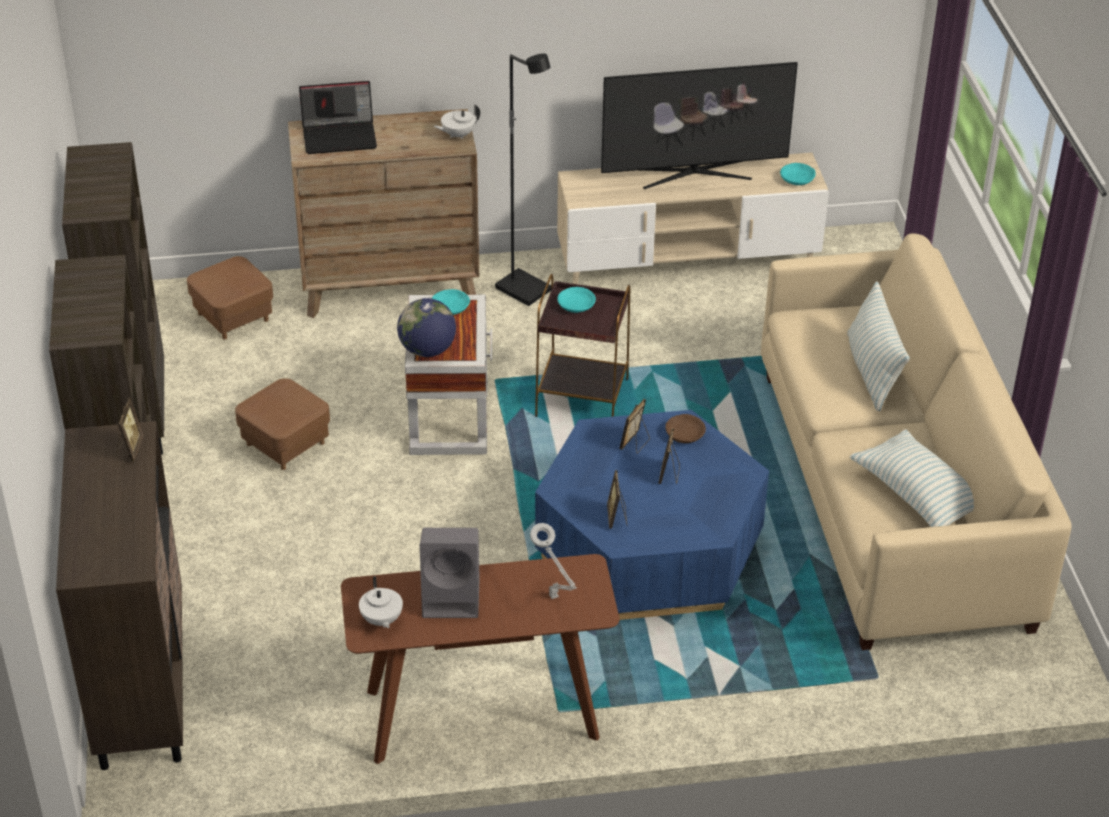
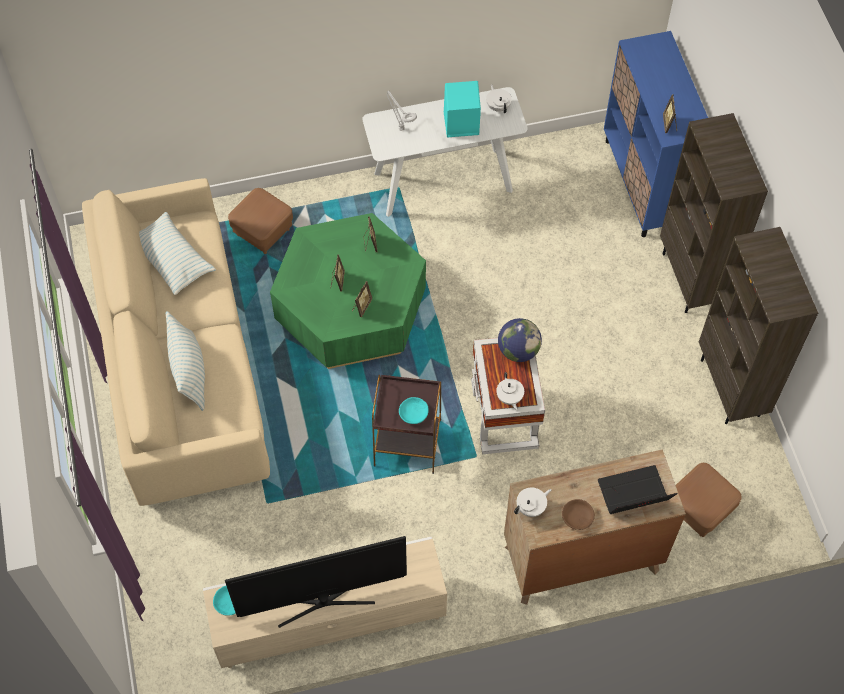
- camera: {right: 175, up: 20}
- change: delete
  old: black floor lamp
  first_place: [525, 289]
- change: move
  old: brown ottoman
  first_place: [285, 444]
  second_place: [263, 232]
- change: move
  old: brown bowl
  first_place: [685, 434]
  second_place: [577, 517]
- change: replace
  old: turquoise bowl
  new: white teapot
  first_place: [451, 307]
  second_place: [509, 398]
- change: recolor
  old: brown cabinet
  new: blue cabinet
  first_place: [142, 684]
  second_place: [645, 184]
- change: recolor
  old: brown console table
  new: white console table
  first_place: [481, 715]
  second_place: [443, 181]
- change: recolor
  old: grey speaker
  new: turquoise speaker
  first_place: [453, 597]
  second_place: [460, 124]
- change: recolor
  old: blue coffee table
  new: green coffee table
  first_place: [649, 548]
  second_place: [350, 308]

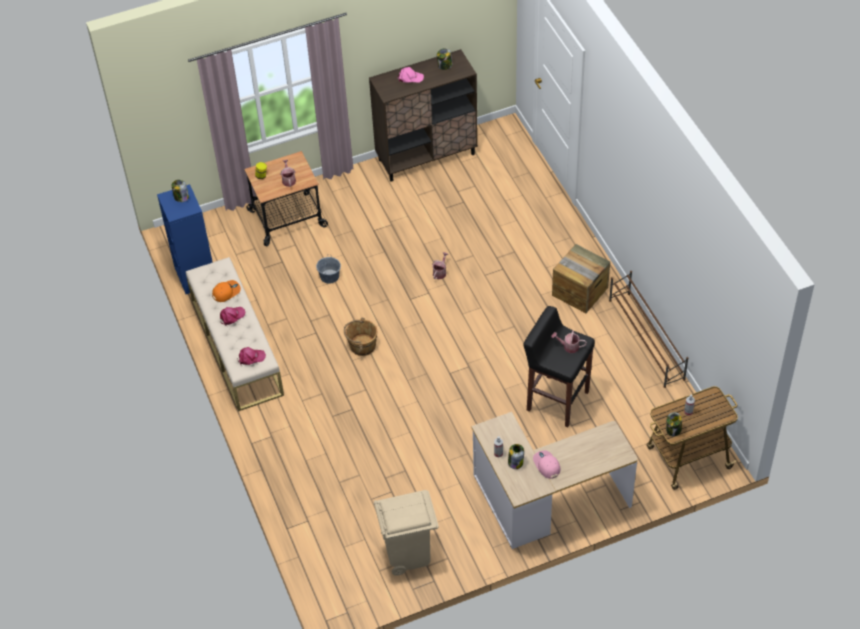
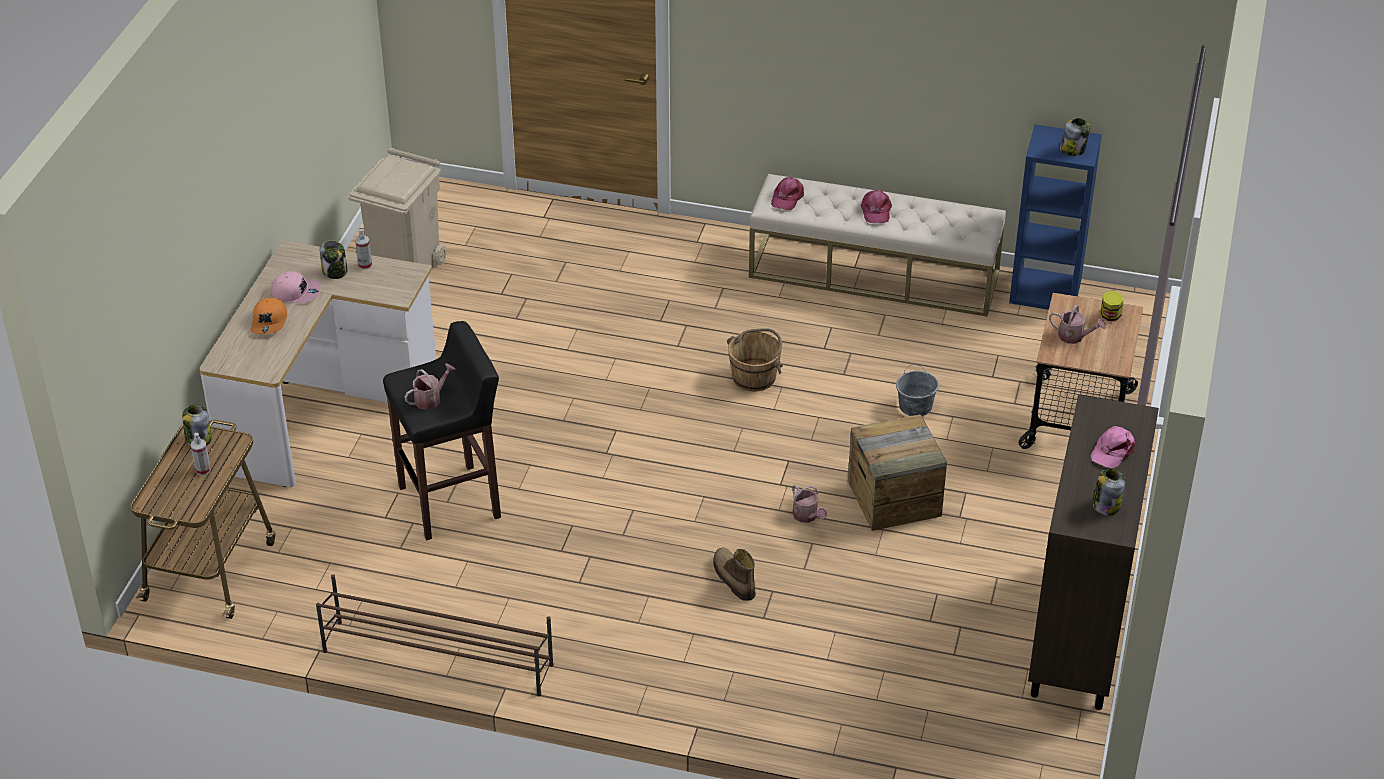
- camera: {right: 125, up: -10}
- change: insert
  new: boot
  second_place: [733, 579]
- change: move
  old: orange cap
  first_place: [226, 292]
  second_place: [270, 322]
- change: move
  old: crate
  first_place: [580, 291]
  second_place: [894, 498]

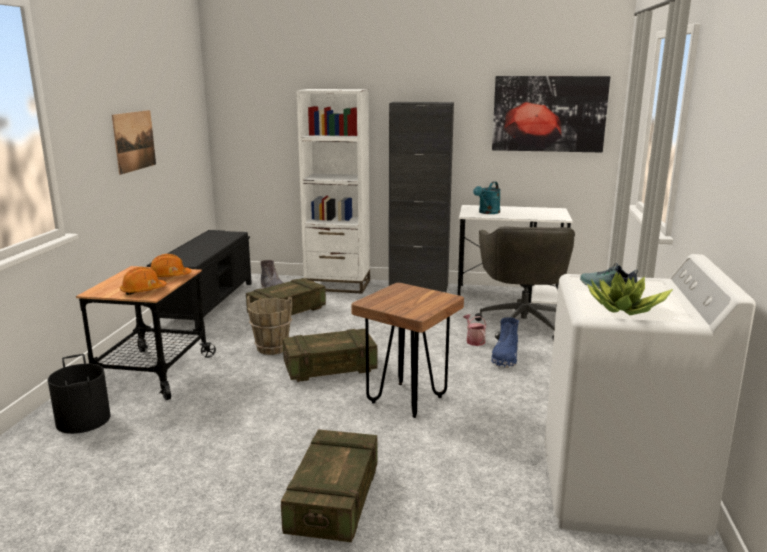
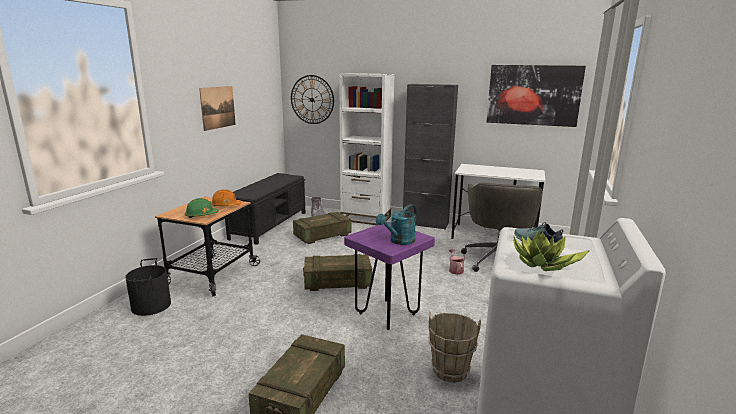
- camera: {right: 10, up: 0}
- change: delete
  old: blue boot
  first_place: [505, 358]
- change: insert
  new: wall clock
  second_place: [312, 99]
- change: move
  old: brown bucket
  first_place: [272, 348]
  second_place: [450, 371]
- change: move
  old: turquoise watering can
  first_place: [487, 212]
  second_place: [399, 241]
- change: recolor
  old: orange hard hat
  new: green hard hat
  first_place: [143, 291]
  second_place: [201, 215]
- change: recolor
  old: brown stool
  new: purple stool
  first_place: [407, 400]
  second_place: [387, 314]

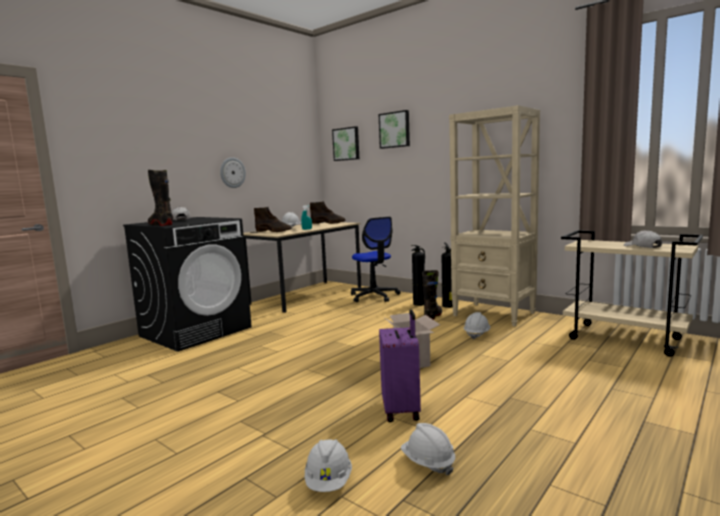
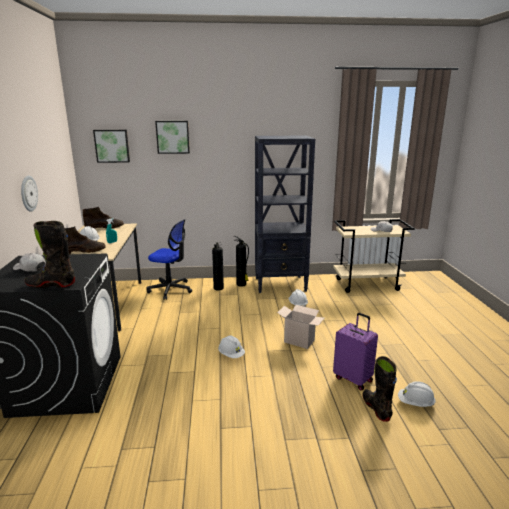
- camera: {right: -45, up: 10}
- change: move
  old: white hard hat
  first_place: [329, 482]
  second_place: [231, 355]
- change: move
  old: black boot
  first_place: [433, 316]
  second_place: [376, 408]
- change: recolor
  old: beige bookcase
  new: black bookcase
  first_place: [494, 314]
  second_place: [281, 284]

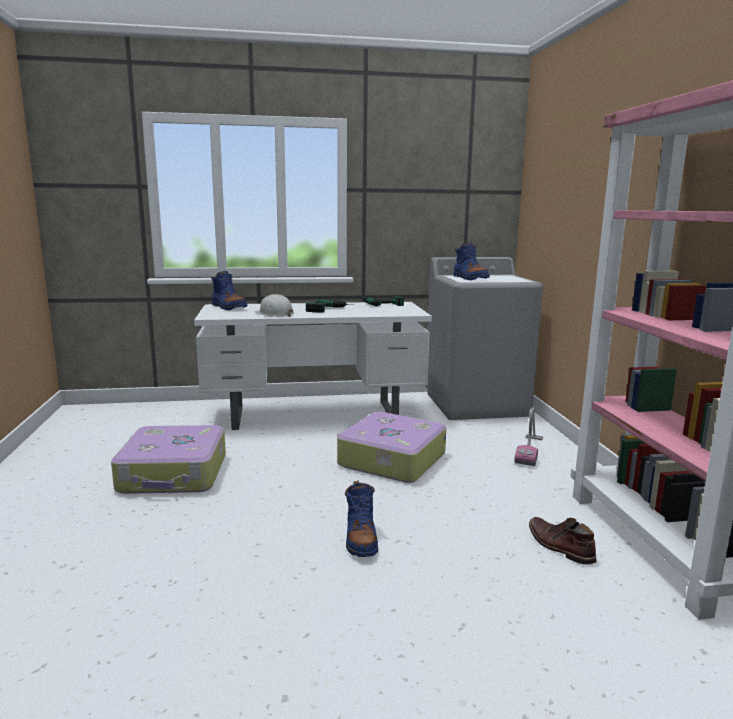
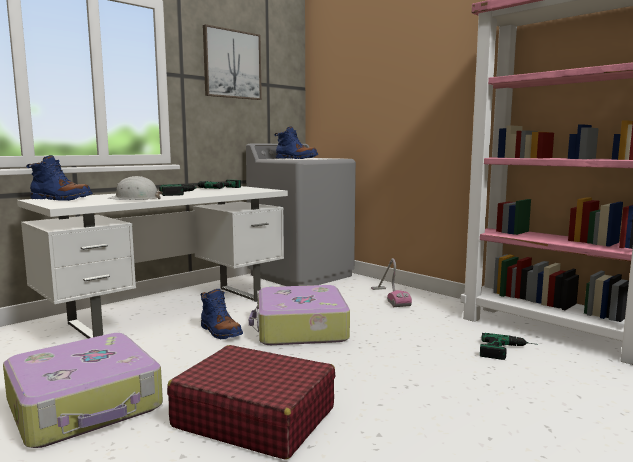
- camera: {right: -35, up: -5}
- change: insert
  new: red suitcase
  second_place: [254, 417]
- change: insert
  new: picture
  second_place: [232, 64]
- change: move
  old: blue boot
  first_place: [360, 539]
  second_place: [220, 332]
- change: replace
  old: brown boot
  new: power drill
  first_place: [559, 546]
  second_place: [508, 351]

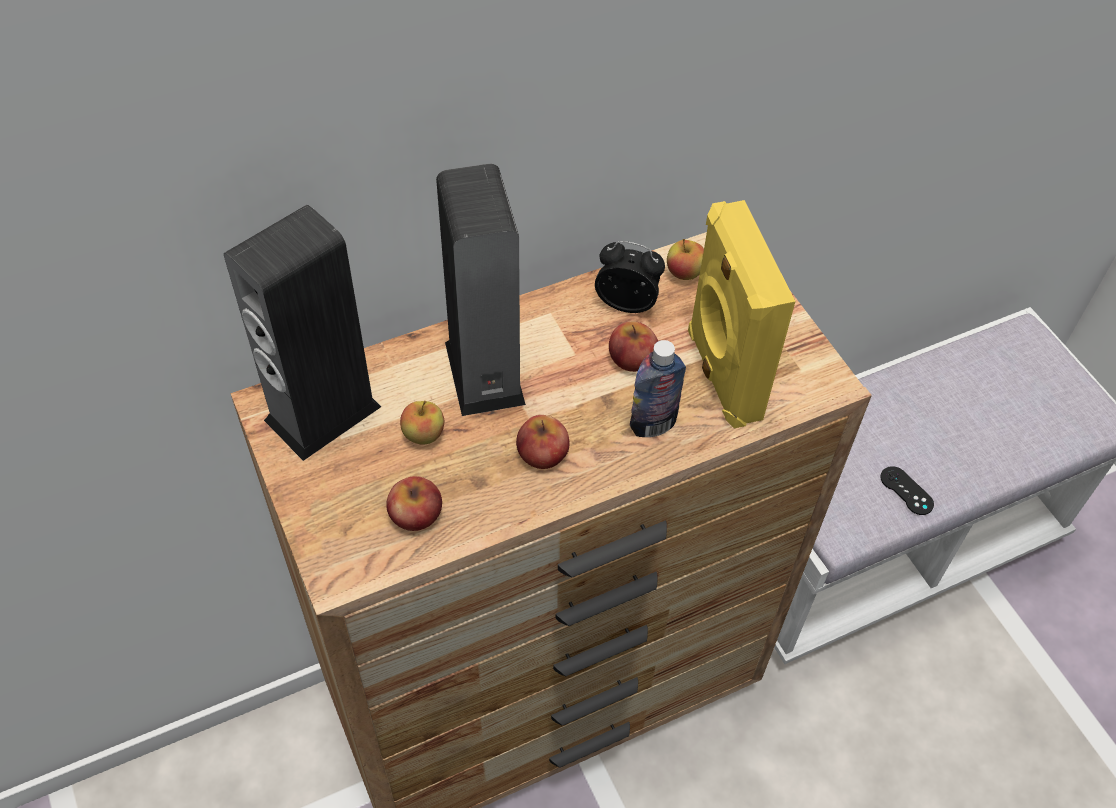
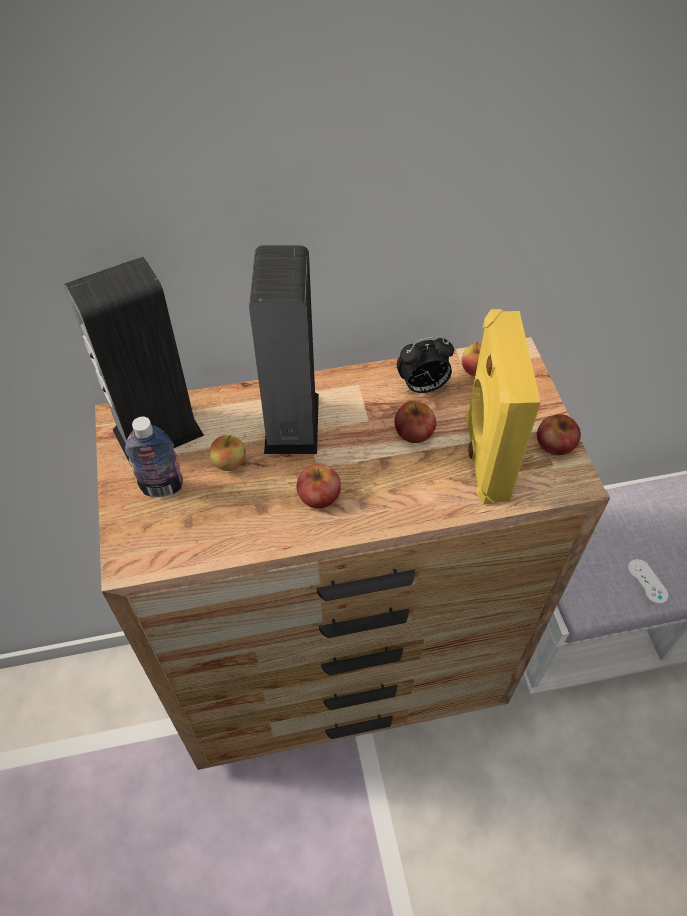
- camera: {right: 15, up: 0}
- change: move
  old: apple
  first_place: [415, 514]
  second_place: [555, 444]
- change: move
  old: bottle
  first_place: [653, 424]
  second_place: [162, 487]
- change: recolor
  old: black game controller
  new: white game controller
  first_place: [906, 491]
  second_place: [647, 581]
- change: rotate
  old: alarm clock
  first_place: [627, 303]
  second_place: [422, 387]
  degrees: 135

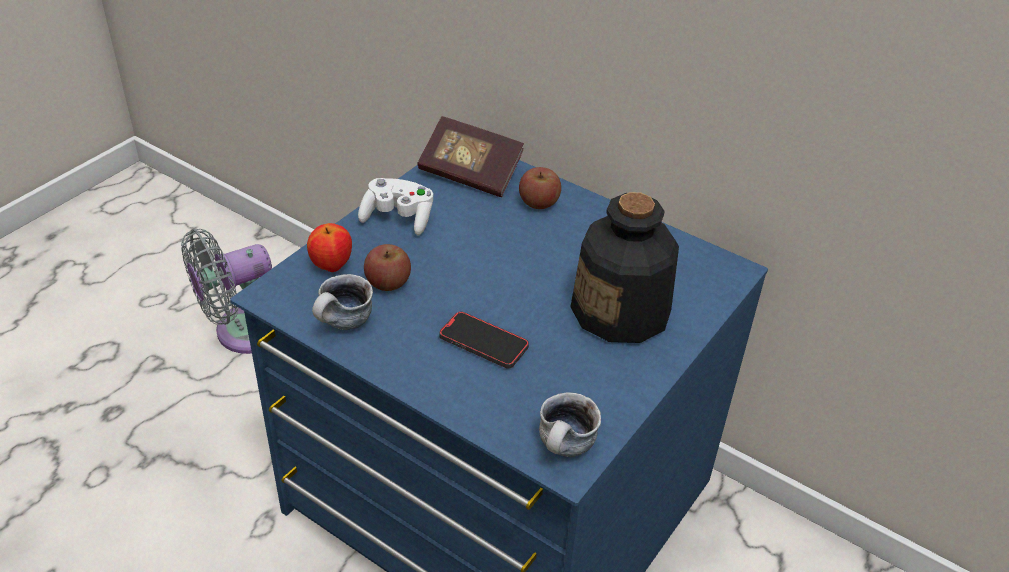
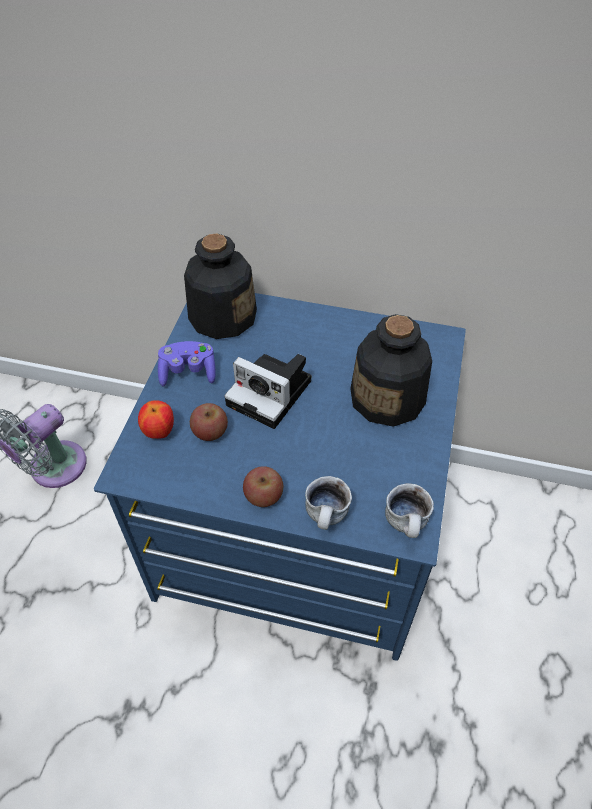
- camera: {right: -20, up: 10}
- change: delete
  old: phone
  first_place: [483, 342]
- change: insert
  new: photo camera
  second_place: [272, 393]
- change: move
  old: mug
  first_place: [343, 325]
  second_place: [327, 518]
- change: move
  old: apple
  first_place: [539, 202]
  second_place: [263, 495]
- change: replace
  old: book
  new: bottle
  first_place: [470, 173]
  second_place: [222, 316]
- change: recolor
  old: white game controller
  new: purple game controller
  first_place: [398, 218]
  second_place: [188, 372]

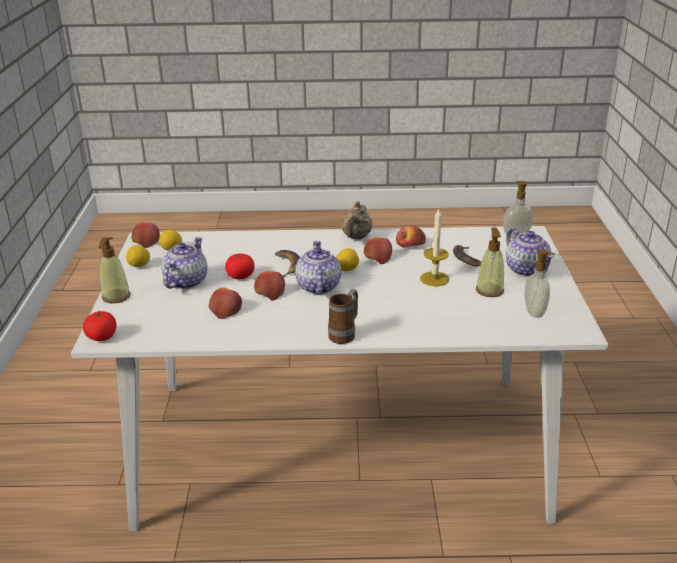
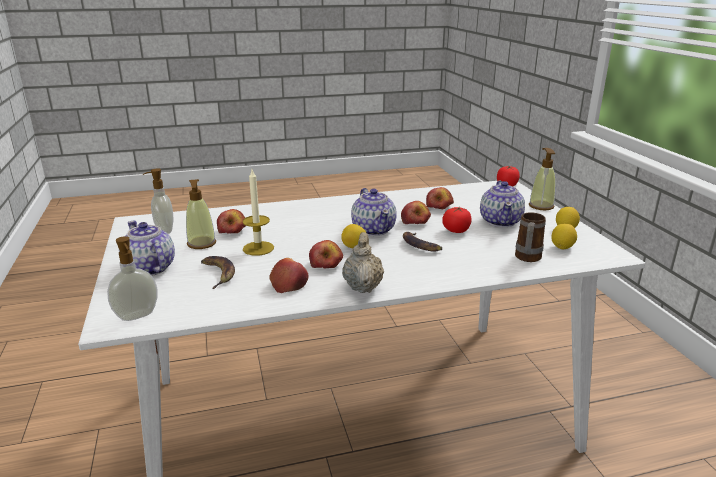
- camera: {right: 165, up: -5}
- change: move
  old: apple
  first_place: [146, 241]
  second_place: [233, 231]
- change: move
  old: mug
  first_place: [345, 334]
  second_place: [527, 259]

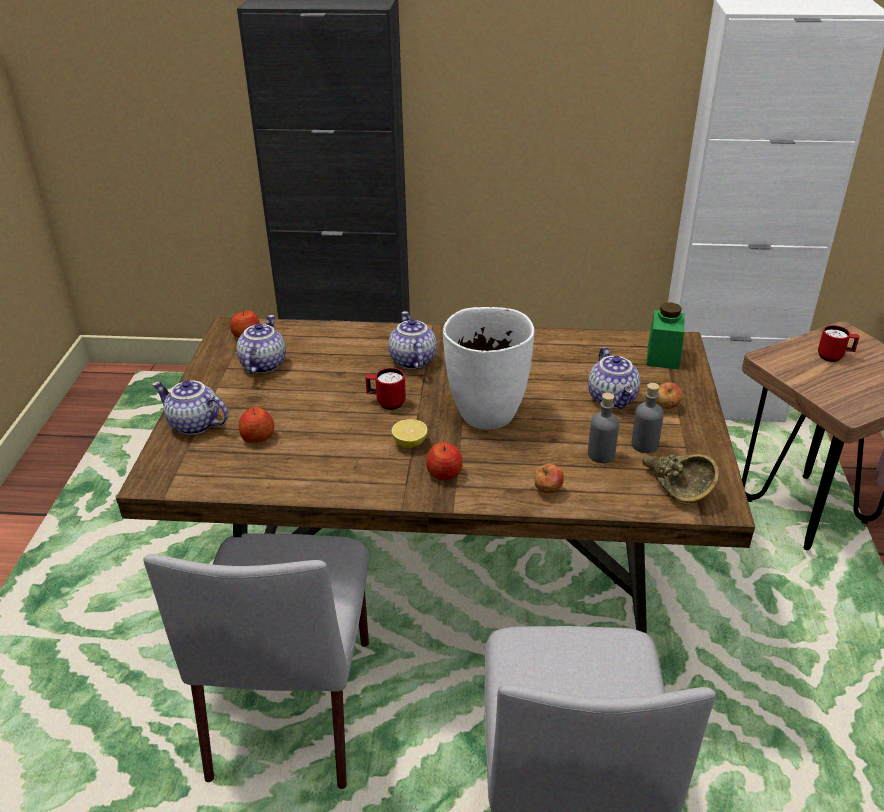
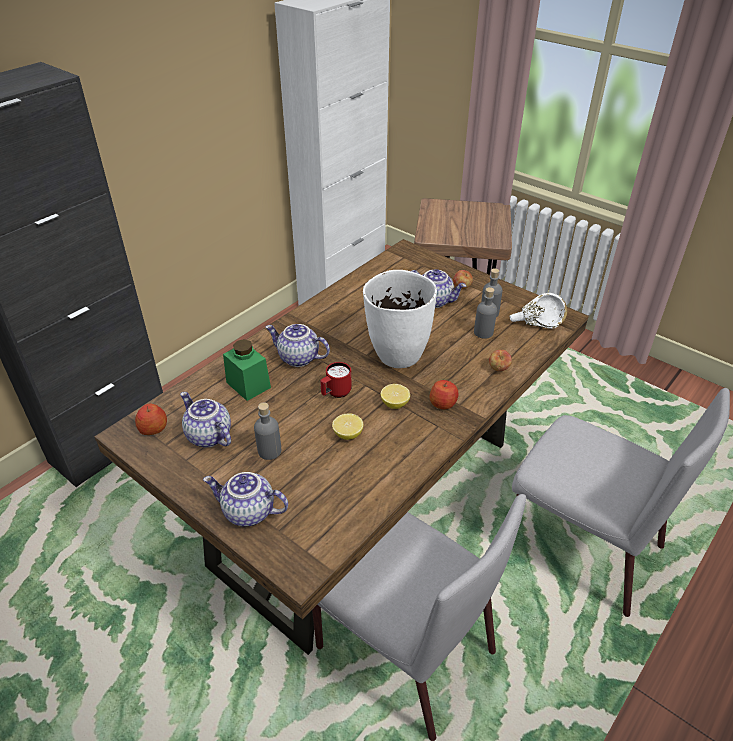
- camera: {right: -55, up: 5}
- change: delete
  old: apple
  first_place: [258, 437]
- change: delete
  old: red mug
  first_place: [834, 357]
- change: insert
  new: grey bottle
  second_place: [269, 451]
- change: insert
  new: lemon
  second_place: [348, 434]
- change: move
  old: green jar
  first_place: [663, 356]
  second_place: [248, 385]
- change: recolor
  old: brown bowl
  new: white bowl
  first_place: [674, 488]
  second_place: [536, 323]
- change: rotate
  old: teapot
  first_place: [193, 425]
  second_place: [248, 512]
  degrees: 45

